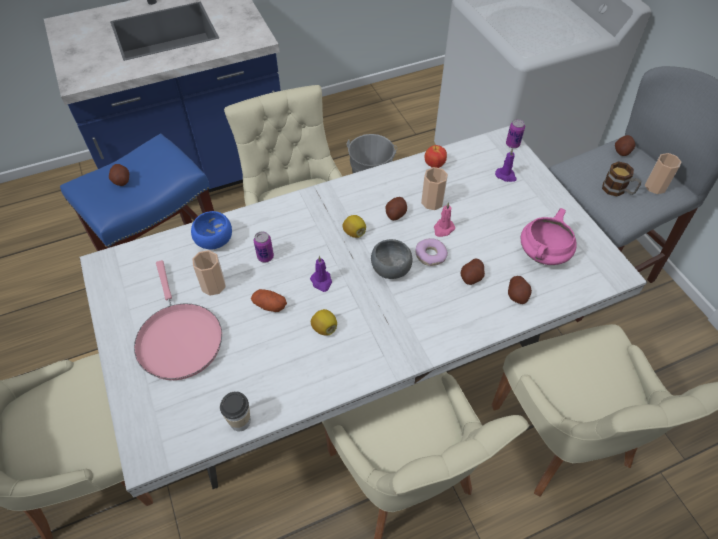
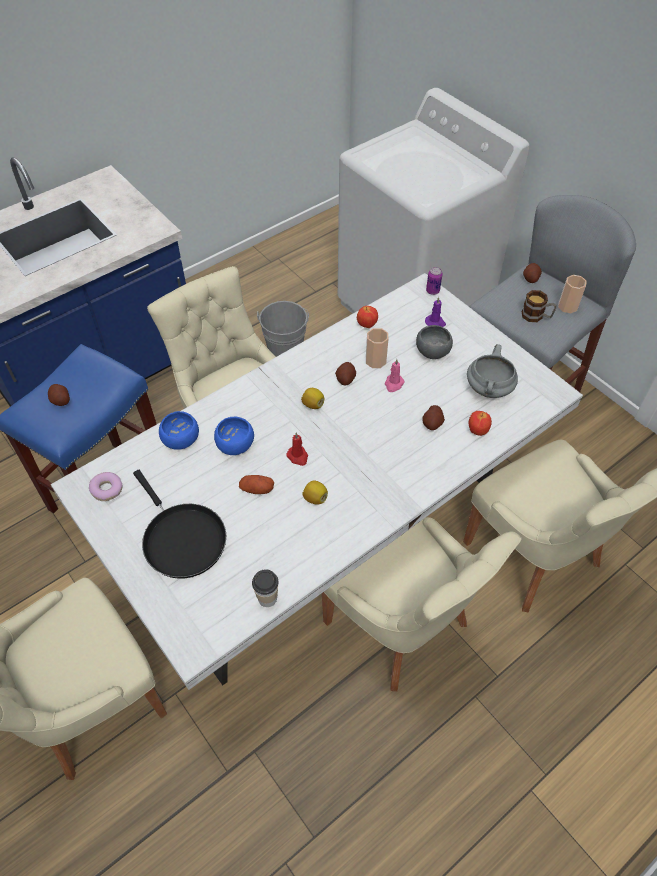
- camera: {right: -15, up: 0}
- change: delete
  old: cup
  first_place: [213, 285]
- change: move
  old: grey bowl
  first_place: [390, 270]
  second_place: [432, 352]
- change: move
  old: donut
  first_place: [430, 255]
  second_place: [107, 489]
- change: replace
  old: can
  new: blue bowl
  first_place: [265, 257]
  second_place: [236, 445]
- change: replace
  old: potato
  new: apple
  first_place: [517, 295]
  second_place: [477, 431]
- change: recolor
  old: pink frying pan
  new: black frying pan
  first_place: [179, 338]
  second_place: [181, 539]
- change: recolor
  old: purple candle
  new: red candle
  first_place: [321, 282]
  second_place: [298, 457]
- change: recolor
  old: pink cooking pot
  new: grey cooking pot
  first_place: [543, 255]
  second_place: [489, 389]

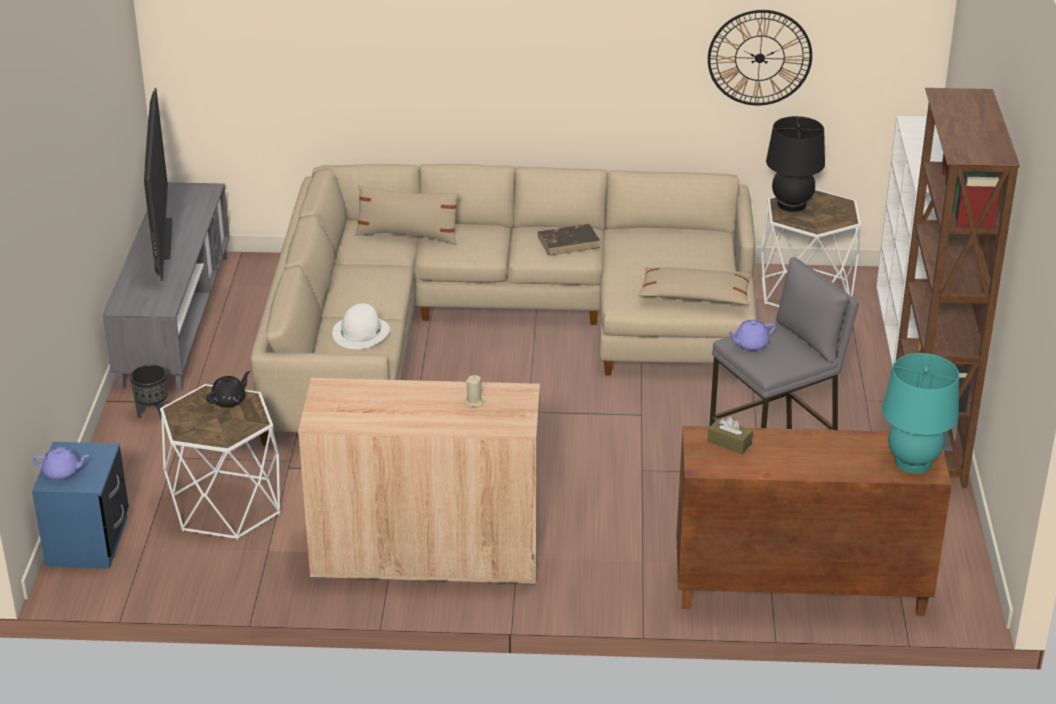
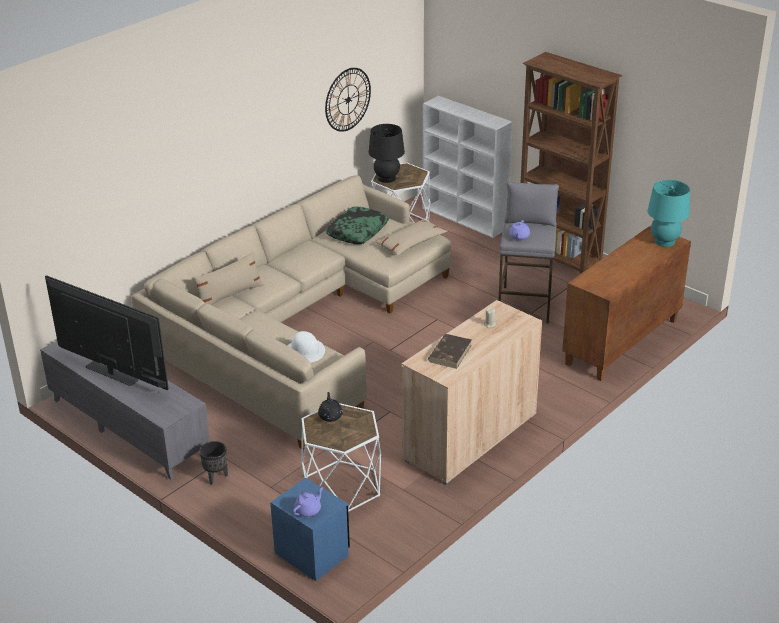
- camera: {right: -50, up: 0}
- change: delete
  old: brown tissue box
  first_place: [729, 443]
- change: insert
  new: pillow
  second_place: [357, 231]
- change: move
  old: brown book
  first_place: [569, 242]
  second_place: [450, 353]

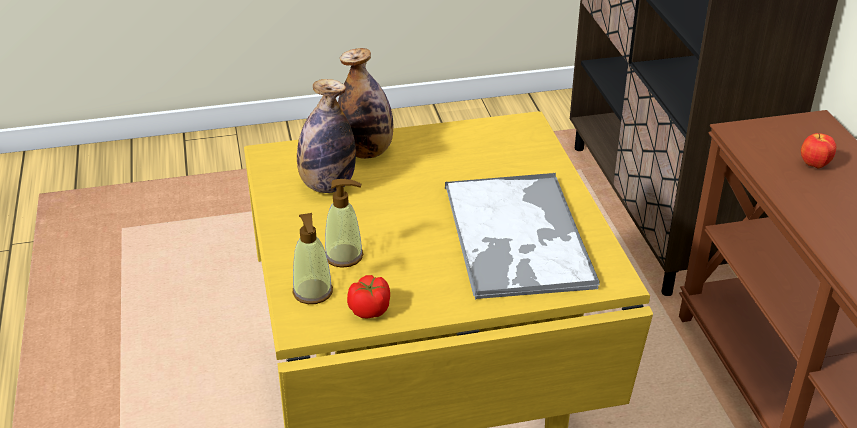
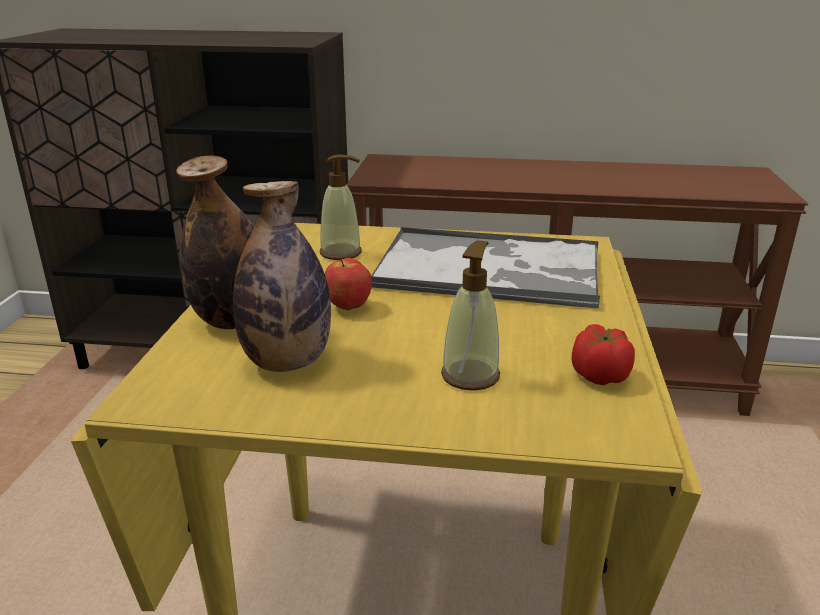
- camera: {right: -70, up: -10}
- change: move
  old: soap dispenser
  first_place: [313, 292]
  second_place: [341, 253]
- change: move
  old: apple
  first_place: [814, 165]
  second_place: [348, 307]

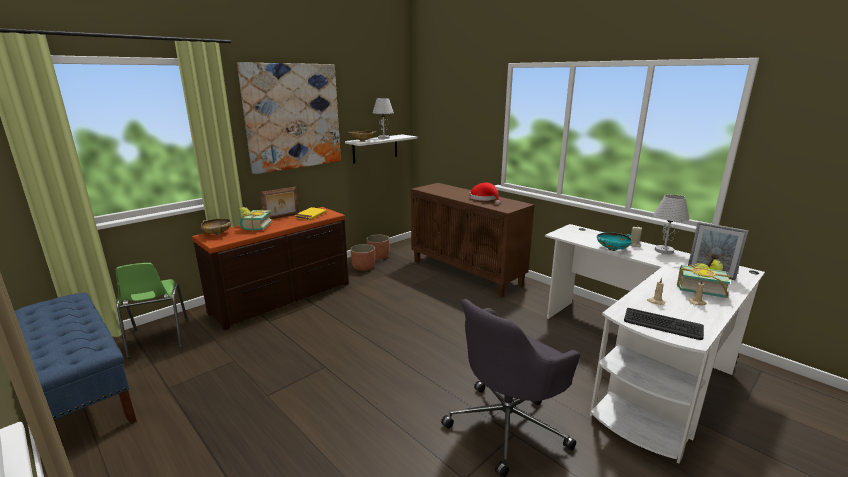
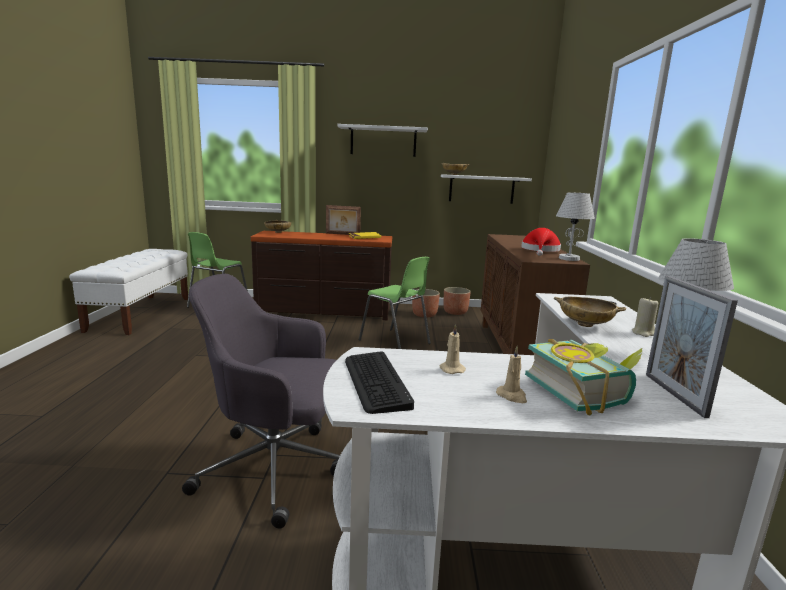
- camera: {right: 45, up: -5}
- change: delete
  old: book
  first_place: [254, 227]
- change: insert
  new: green chair
  second_place: [395, 342]
- change: move
  old: white table lamp
  first_place: [383, 138]
  second_place: [569, 258]
- change: replace
  old: picture
  new: white shelf
  first_place: [293, 117]
  second_place: [383, 141]
- change: recolor
  old: blue bench
  new: white bench
  first_place: [81, 394]
  second_place: [141, 313]
- change: recolor
  old: turquoise bowl
  new: beige bowl
  first_place: [612, 249]
  second_place: [585, 324]

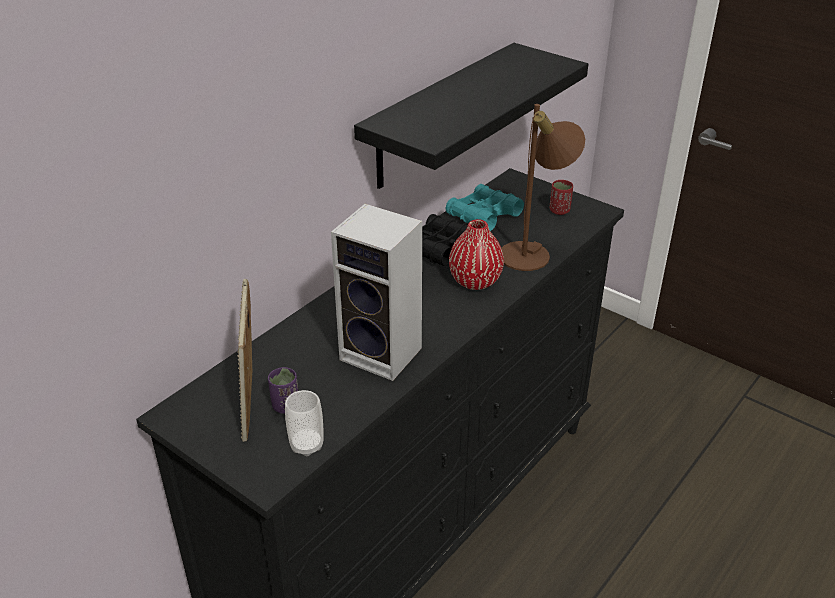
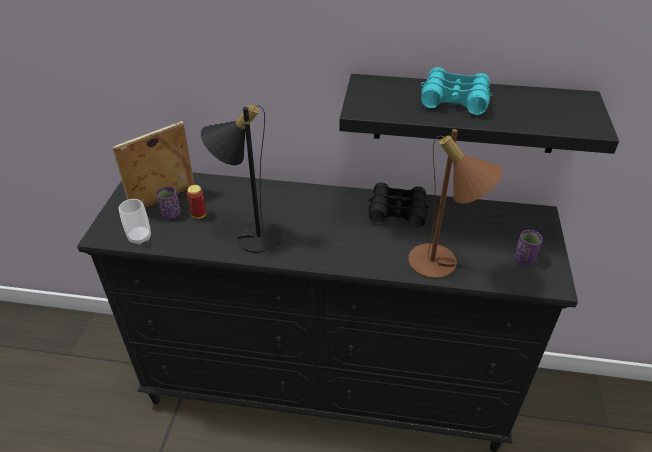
- camera: {right: 60, up: 5}
- change: delete
  old: red vase
  first_place: [475, 281]
- change: insert
  new: can
  second_place: [199, 215]
- change: move
  old: turquoise binoculars
  first_place: [483, 215]
  second_place: [454, 99]
- change: replace
  old: speaker
  new: black table lamp
  first_place: [384, 354]
  second_place: [250, 234]
- change: recolor
  old: red cup
  new: purple cup
  first_place: [559, 211]
  second_place: [524, 259]

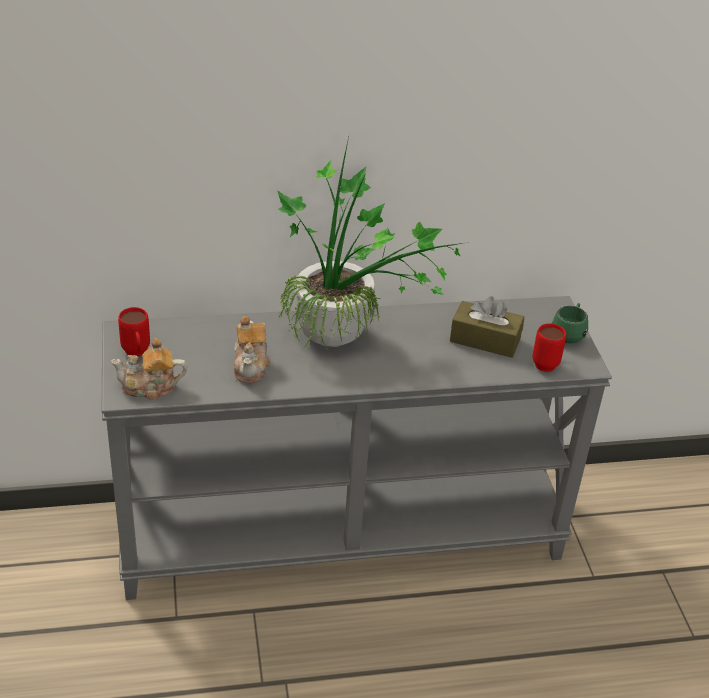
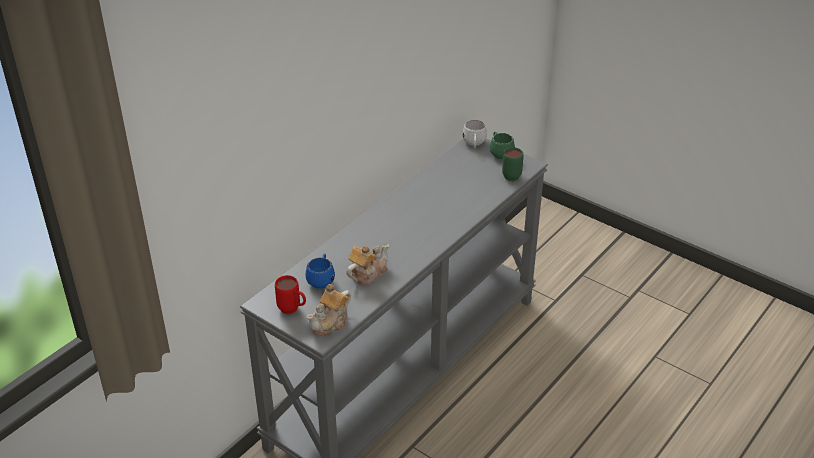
- camera: {right: -40, up: 0}
- change: delete
  old: potted plant
  first_place: [347, 339]
- change: delete
  old: brown tissue box
  first_place: [485, 340]
- change: insert
  new: blue mug
  second_place: [321, 279]
- change: insert
  new: white mug
  second_place: [474, 144]
- change: recolor
  old: red mug
  new: green mug
  first_place: [547, 362]
  second_place: [510, 175]
- change: rotate
  old: teapot
  first_place: [251, 366]
  second_place: [367, 274]
  degrees: -90

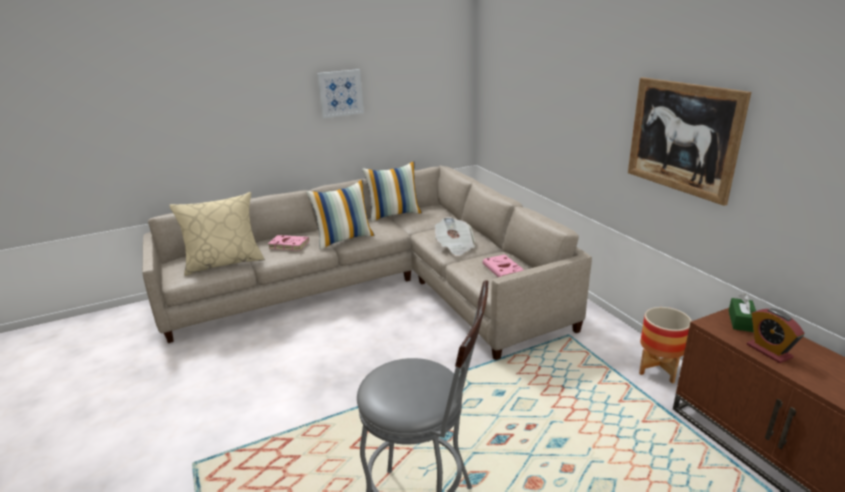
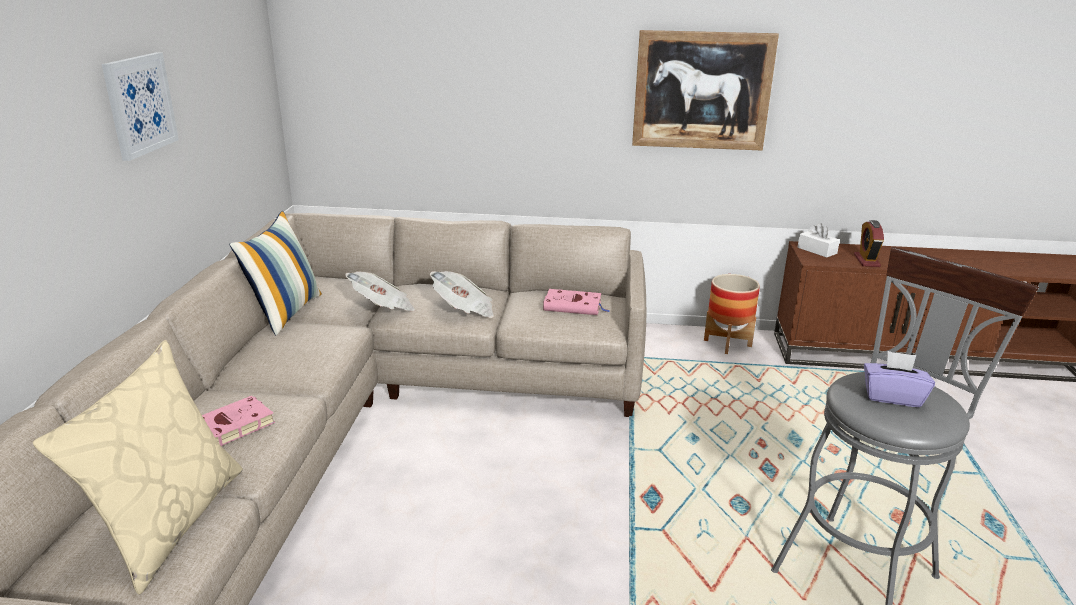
- camera: {right: -60, up: 0}
- change: delete
  old: pillow
  first_place: [344, 239]
- change: insert
  new: newspaper
  second_place: [383, 308]
- change: insert
  new: purple tissue box
  second_place: [892, 397]
- change: recolor
  old: green tissue box
  new: white tissue box
  first_place: [741, 321]
  second_place: [817, 250]
- change: rotate
  old: alarm clock
  first_place: [769, 351]
  second_place: [866, 260]
  degrees: 90

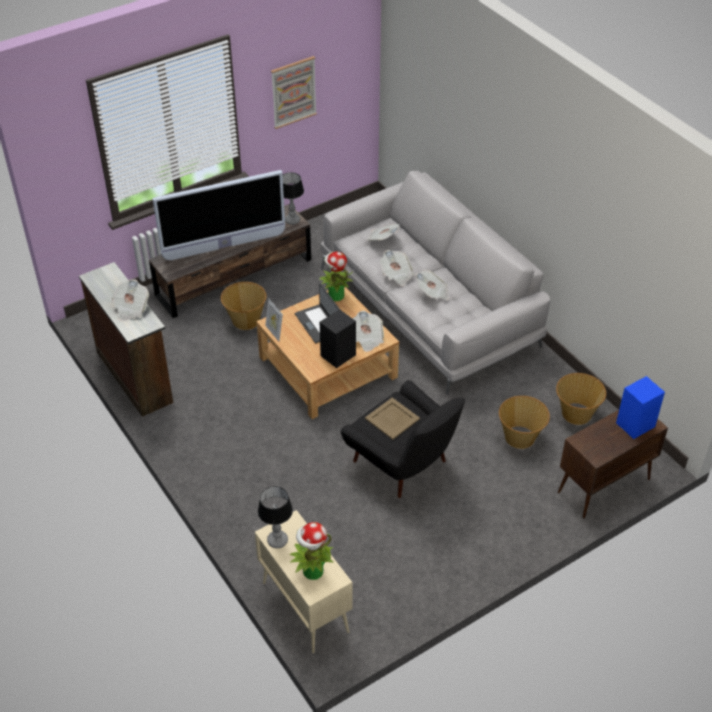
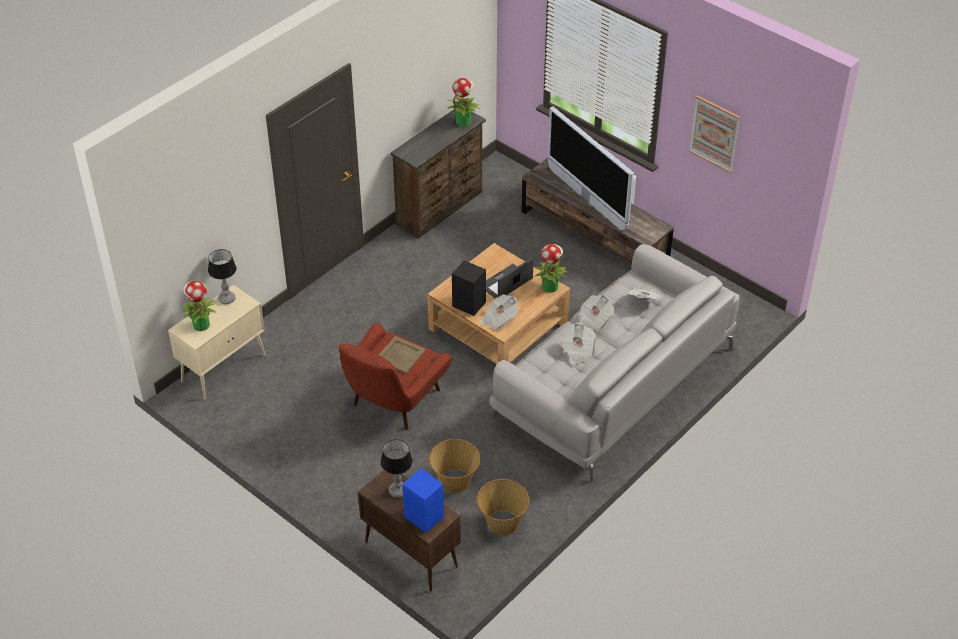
- camera: {right: 75, up: 0}
- change: delete
  old: newspaper
  first_place: [131, 308]
- change: delete
  old: basket
  first_place: [245, 320]
- change: delete
  old: picture frame
  first_place: [274, 332]
- change: insert
  new: potted plant
  second_place: [463, 121]
- change: move
  old: table lamp
  first_place: [292, 221]
  second_place: [398, 491]
- change: recolor
  old: black armchair
  new: red armchair
  first_place: [403, 464]
  second_place: [393, 401]

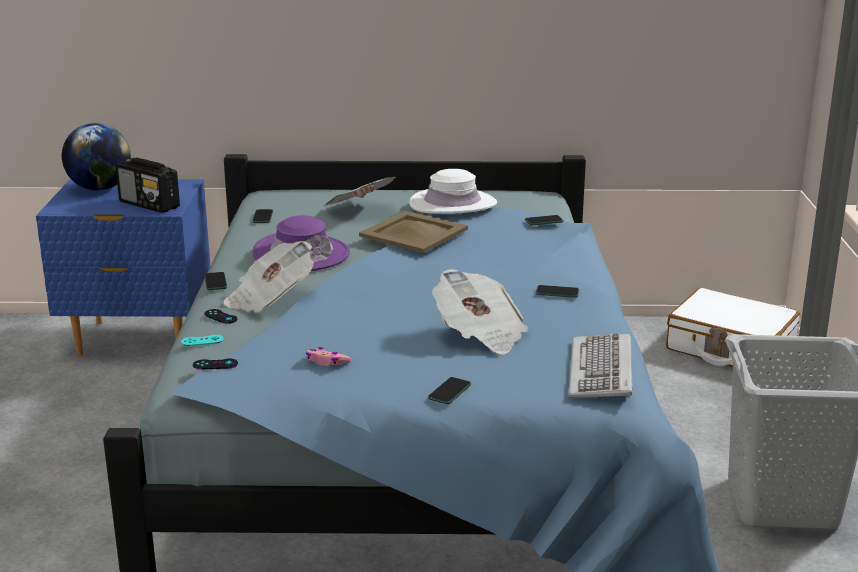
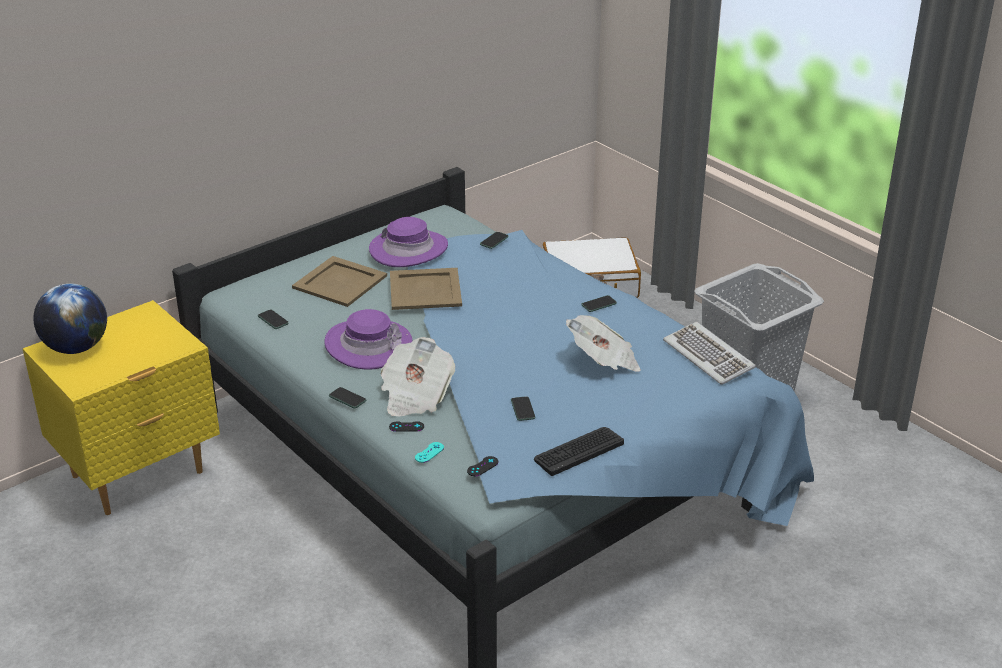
- camera: {right: -40, up: 10}
- change: delete
  old: radio
  first_place: [150, 205]
- change: delete
  old: pink game controller
  first_place: [327, 362]
- change: insert
  new: keyboard
  second_place: [578, 451]
- change: move
  old: phone
  first_place: [449, 392]
  second_place: [523, 409]
- change: replace
  old: newspaper
  new: beige tray
  first_place: [359, 210]
  second_place: [339, 282]
- change: recolor
  old: blue nightstand
  new: yellow nightstand
  first_place: [138, 339]
  second_place: [138, 475]
- change: recolor
  old: white hat
  new: purple hat
  first_place: [453, 204]
  second_place: [408, 249]

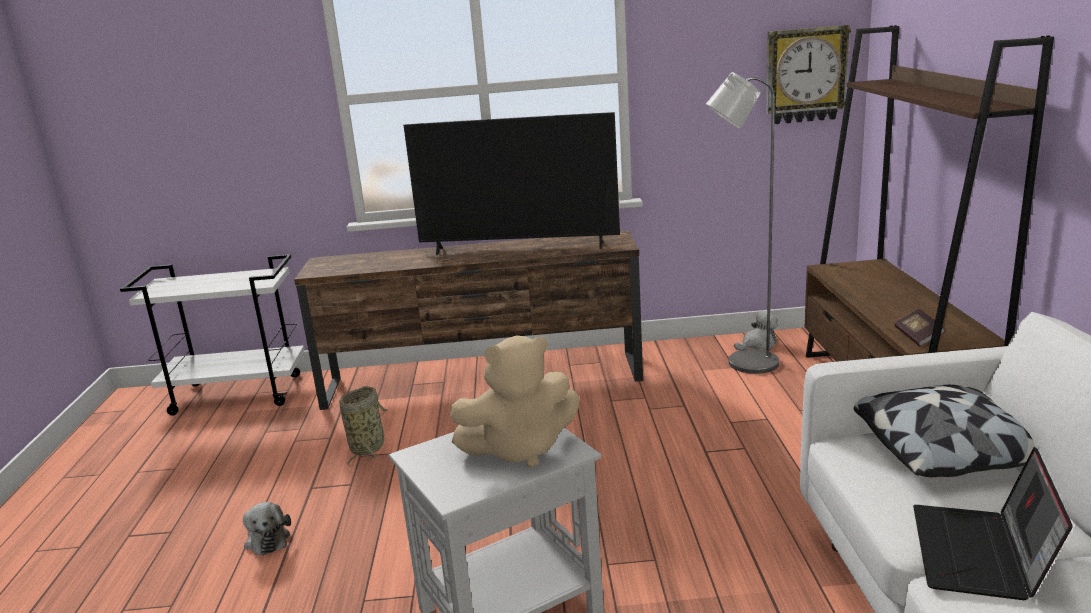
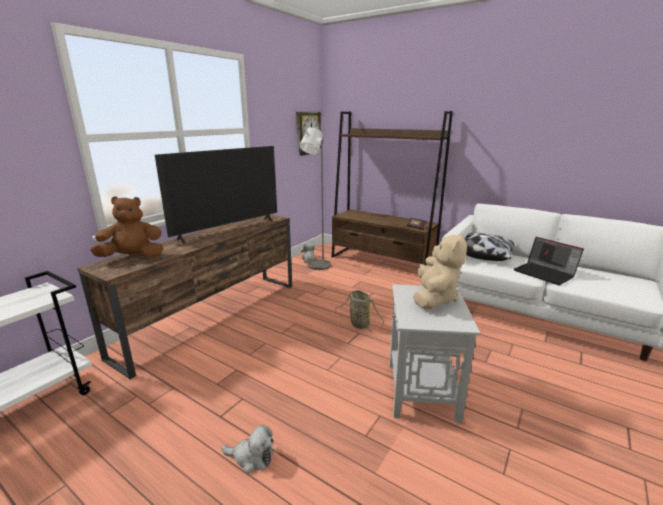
- camera: {right: -55, up: 0}
- change: insert
  new: brown plush toy
  second_place: [133, 257]
- change: move
  old: basket
  first_place: [368, 447]
  second_place: [358, 324]

